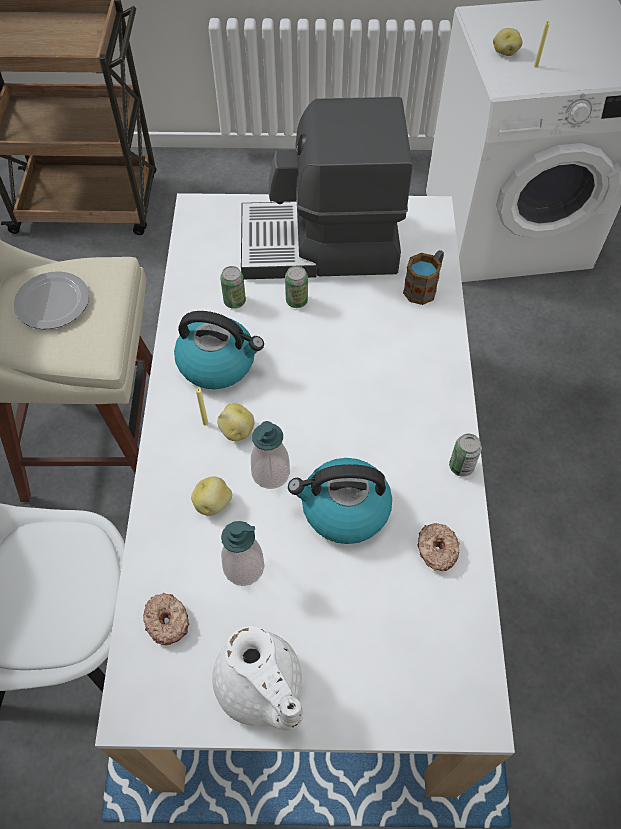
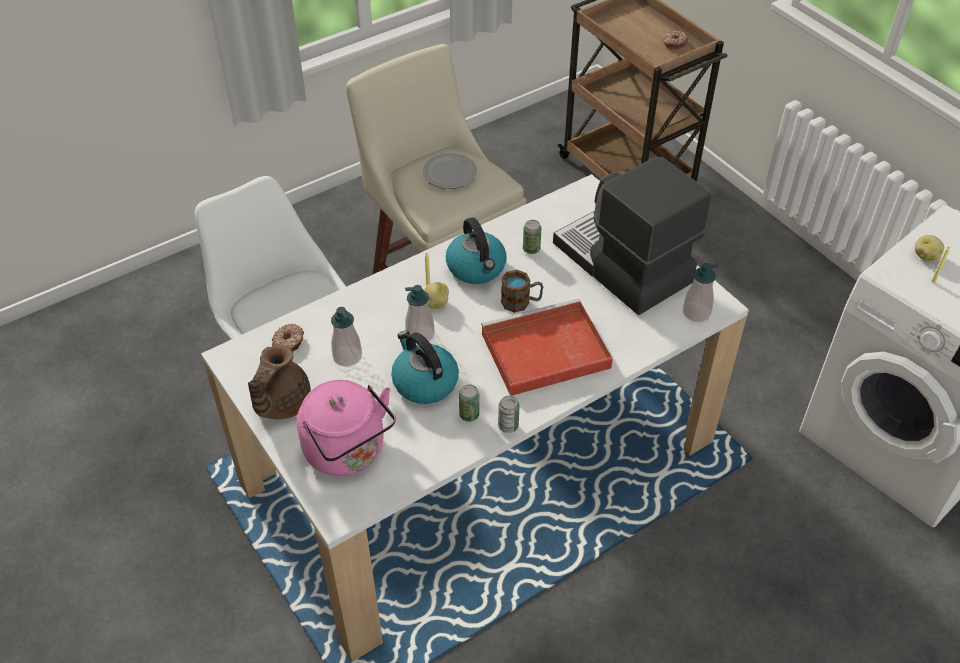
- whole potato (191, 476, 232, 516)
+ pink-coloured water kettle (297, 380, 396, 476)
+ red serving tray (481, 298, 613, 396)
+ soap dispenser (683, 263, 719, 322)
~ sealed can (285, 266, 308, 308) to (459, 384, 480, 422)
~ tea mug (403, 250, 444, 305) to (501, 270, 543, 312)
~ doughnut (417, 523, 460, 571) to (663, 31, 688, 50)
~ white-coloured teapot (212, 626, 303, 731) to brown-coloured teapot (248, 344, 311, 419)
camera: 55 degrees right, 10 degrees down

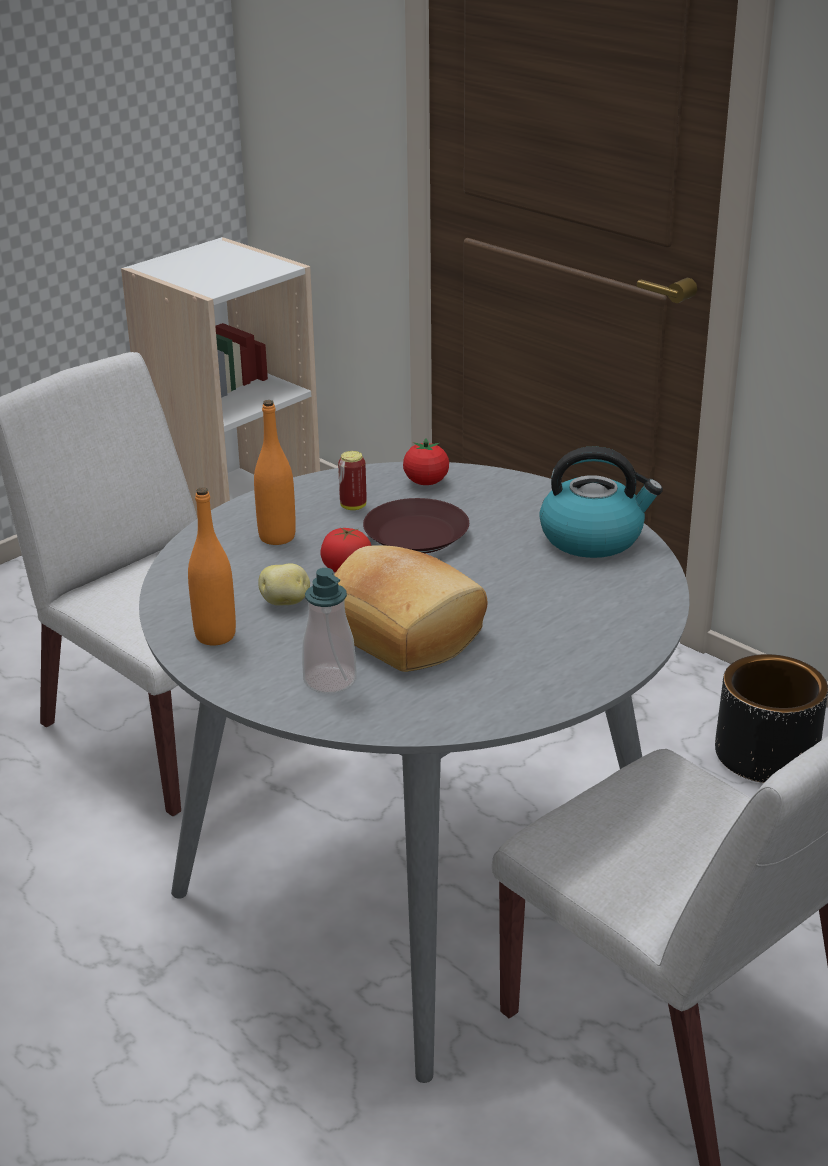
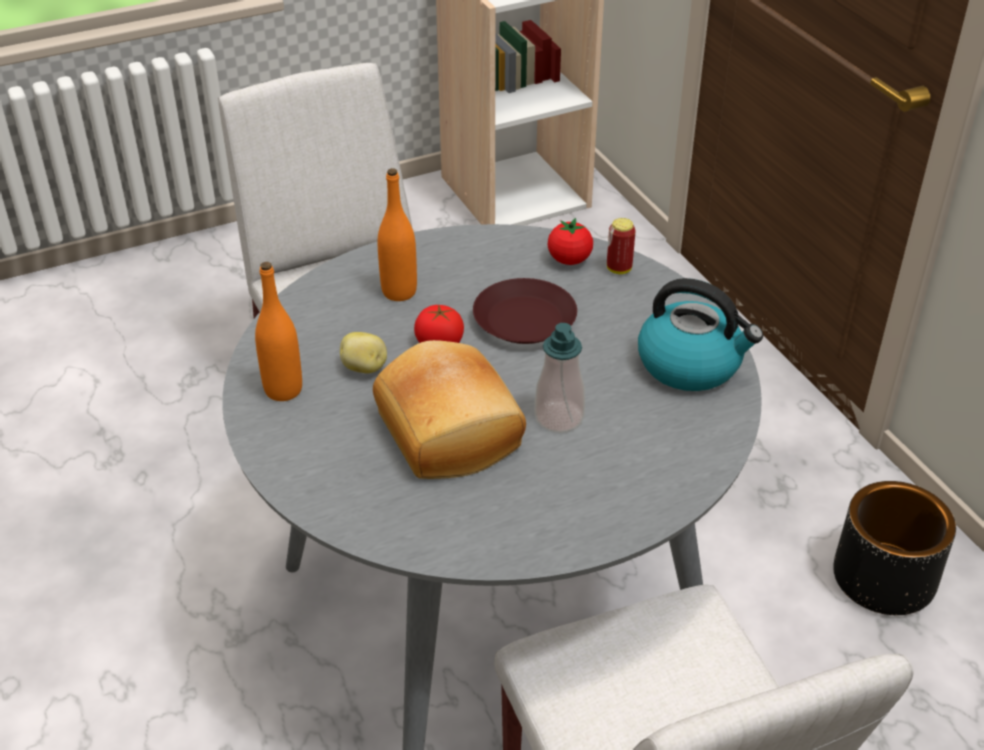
~ soap dispenser (302, 568, 357, 694) to (534, 323, 585, 433)
~ sealed can (338, 451, 367, 510) to (607, 218, 636, 274)
camera: 20 degrees right, 10 degrees up

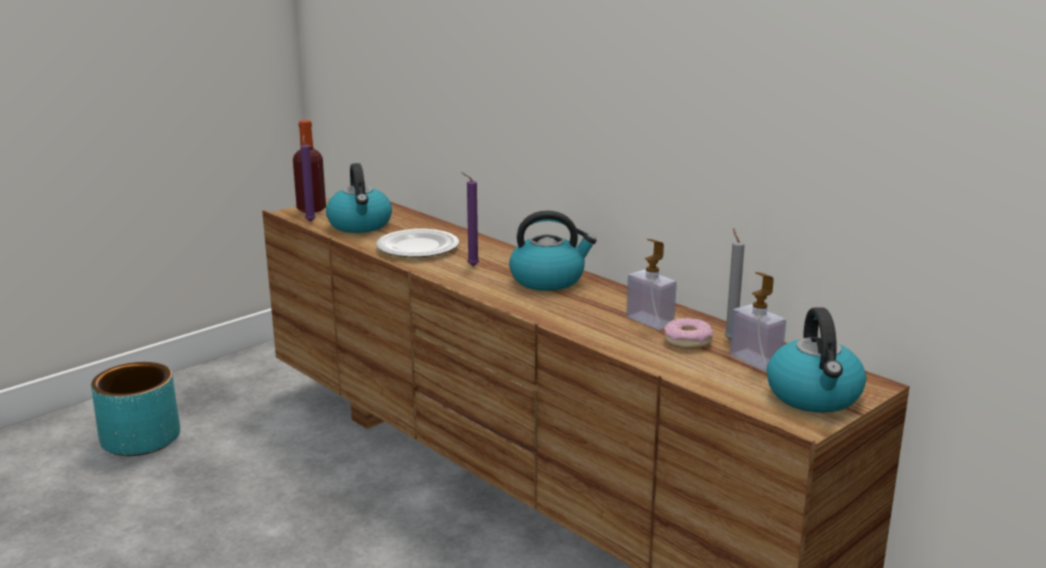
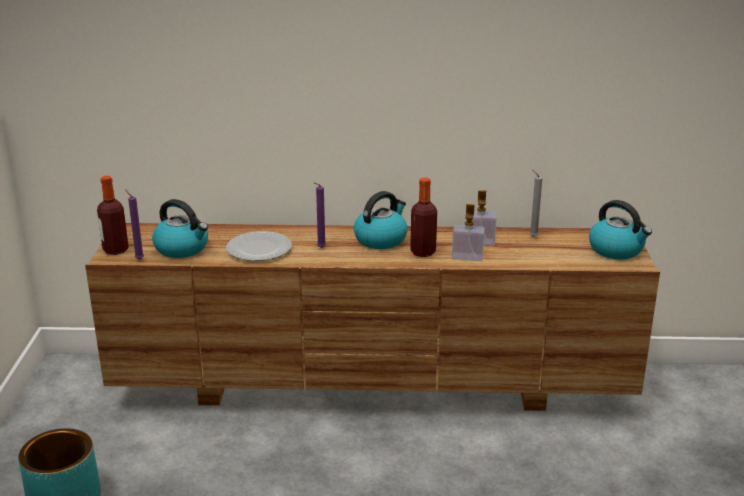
- doughnut (663, 318, 713, 349)
+ beverage bottle (410, 177, 437, 257)
~ soap dispenser (730, 272, 786, 371) to (452, 204, 485, 261)
camera: 45 degrees left, 5 degrees up

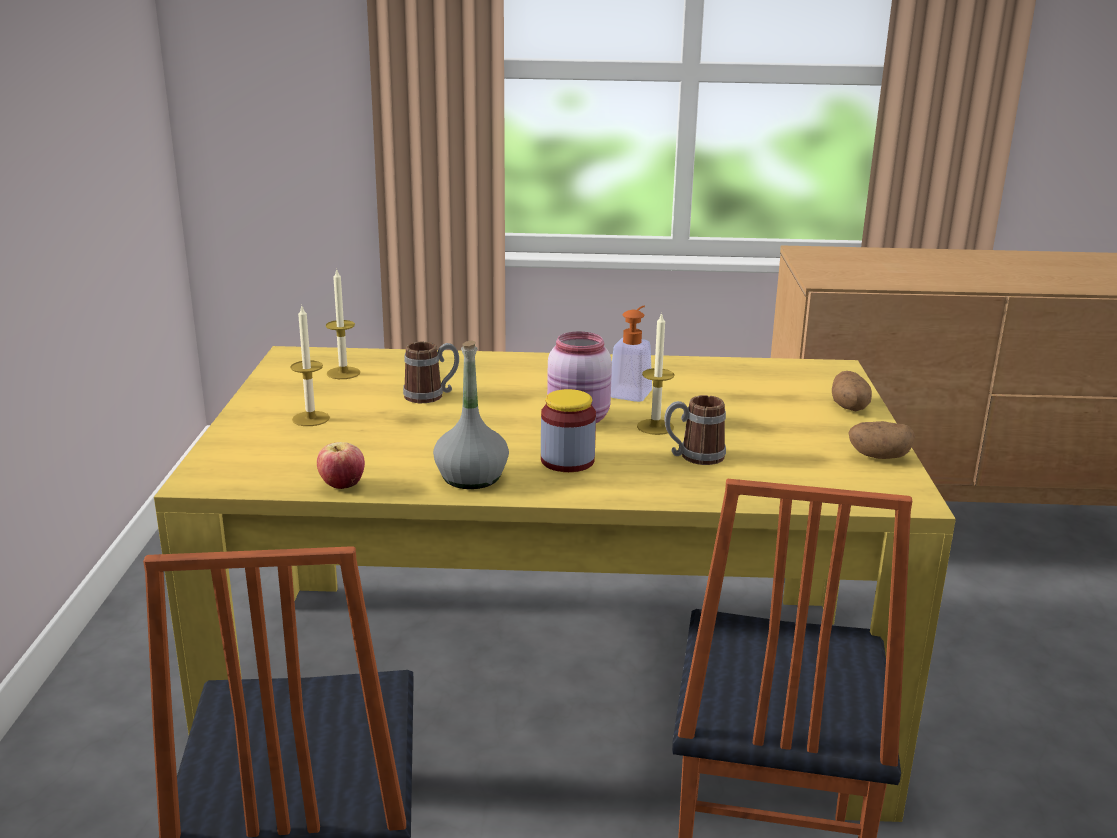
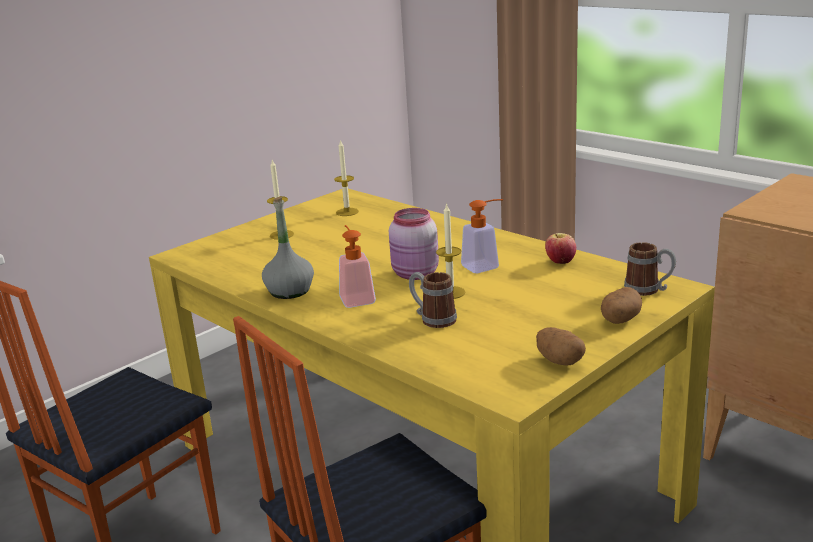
~ whole apple (317, 442, 365, 489) to (545, 233, 576, 264)
~ tea mug (403, 342, 459, 403) to (624, 242, 676, 296)
~ storage jar (541, 389, 596, 472) to soap dispenser (339, 225, 376, 308)
camera: 45 degrees right, 0 degrees up

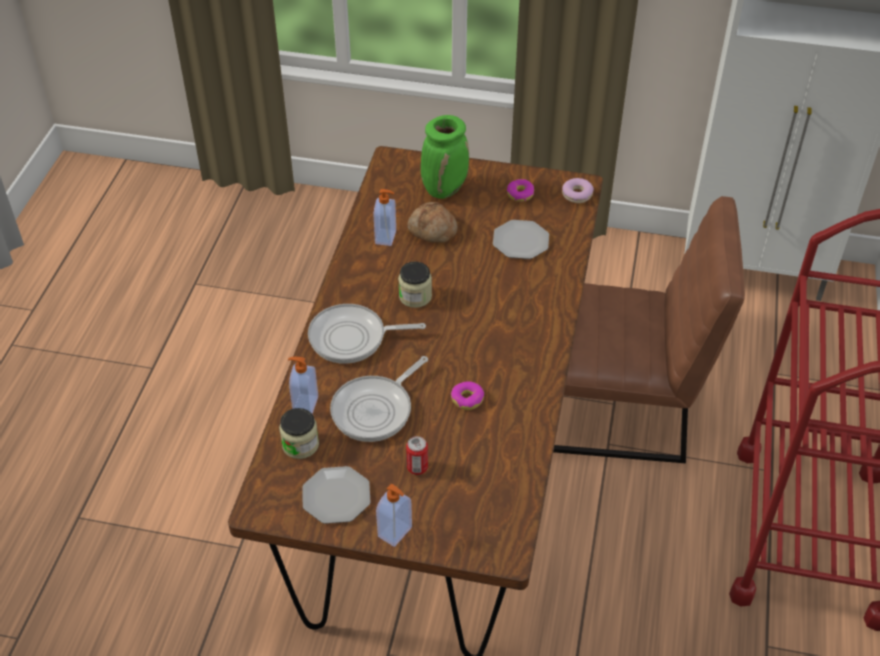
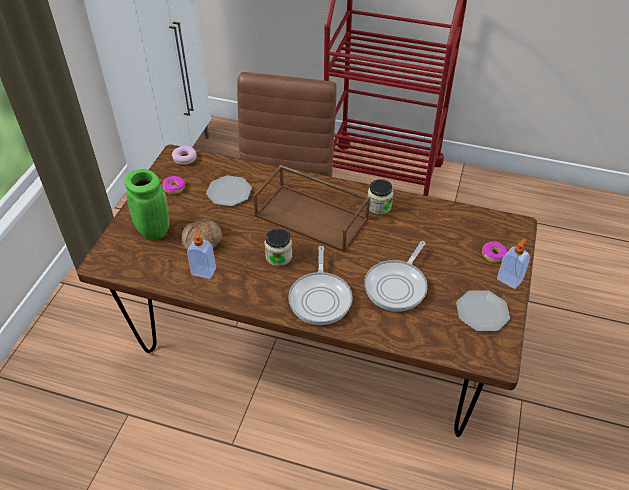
- soap dispenser (288, 357, 318, 414)
- sealed can (406, 436, 428, 475)
+ brown-coloured serving tray (253, 165, 370, 252)
~ storage jar (279, 408, 319, 459) to (368, 179, 394, 215)
~ doughnut (451, 381, 484, 410) to (482, 241, 507, 263)
~ pan (330, 356, 428, 442) = (364, 241, 428, 312) 75 degrees clockwise
camera: 85 degrees left, 0 degrees up

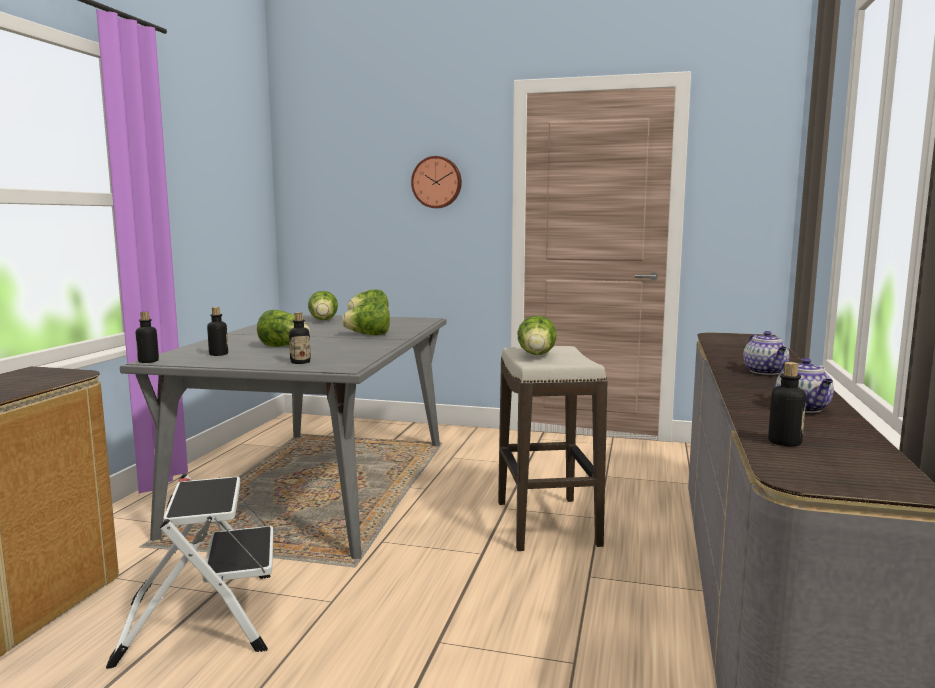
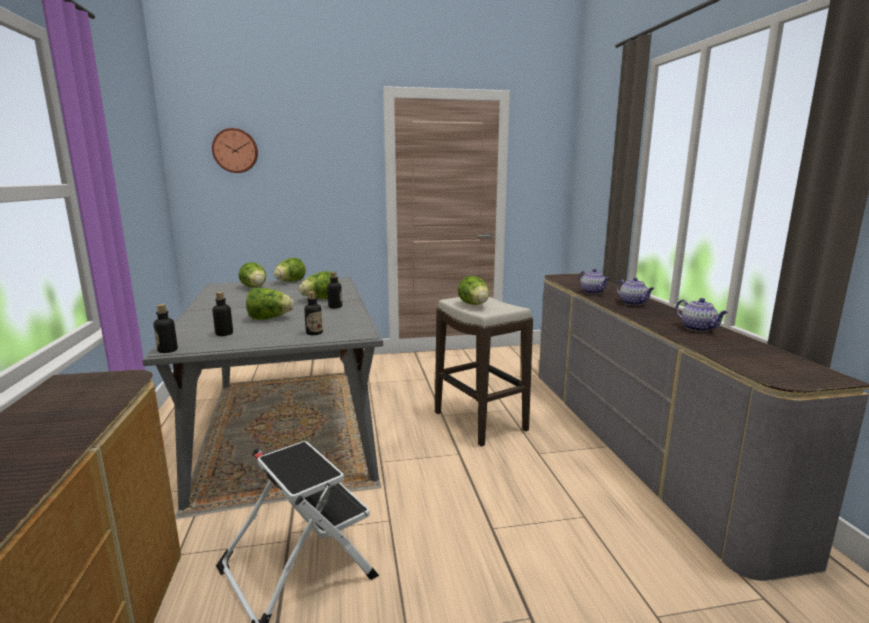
+ teapot (579, 269, 610, 294)
~ clock on the wall (411, 156, 462, 208) to (212, 128, 258, 173)
~ beverage bottle (768, 362, 806, 447) to (327, 272, 342, 308)
camera: 25 degrees left, 5 degrees up

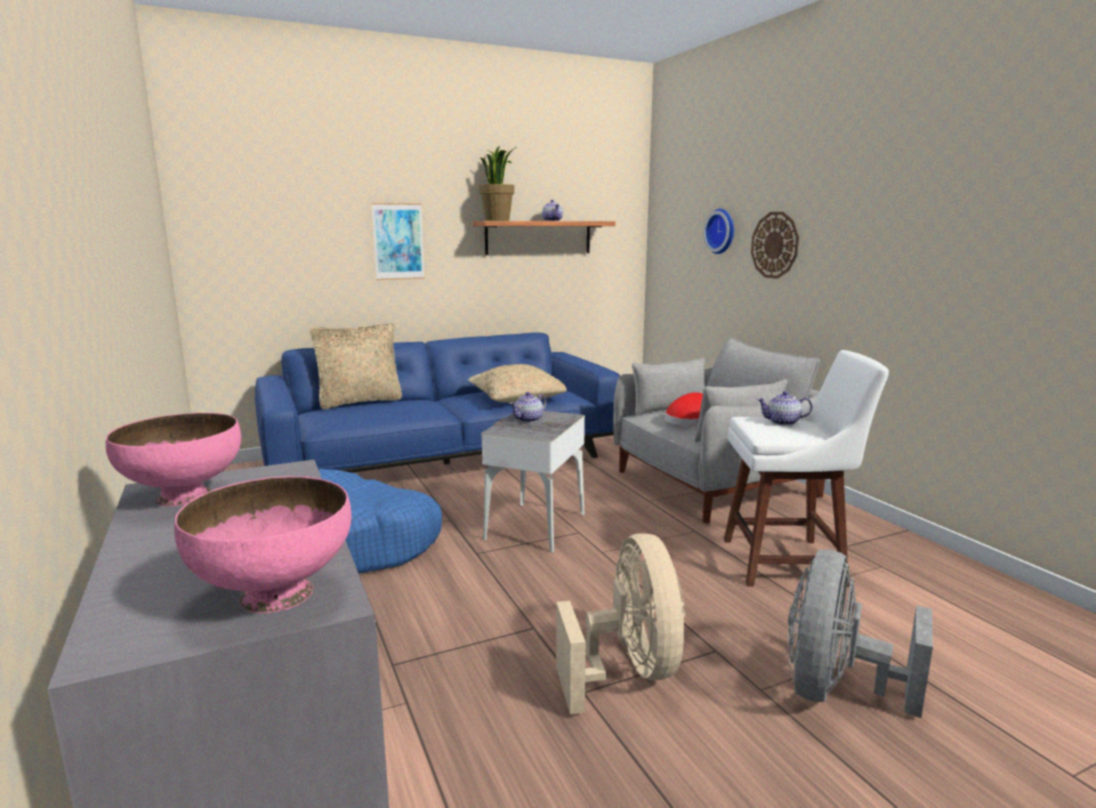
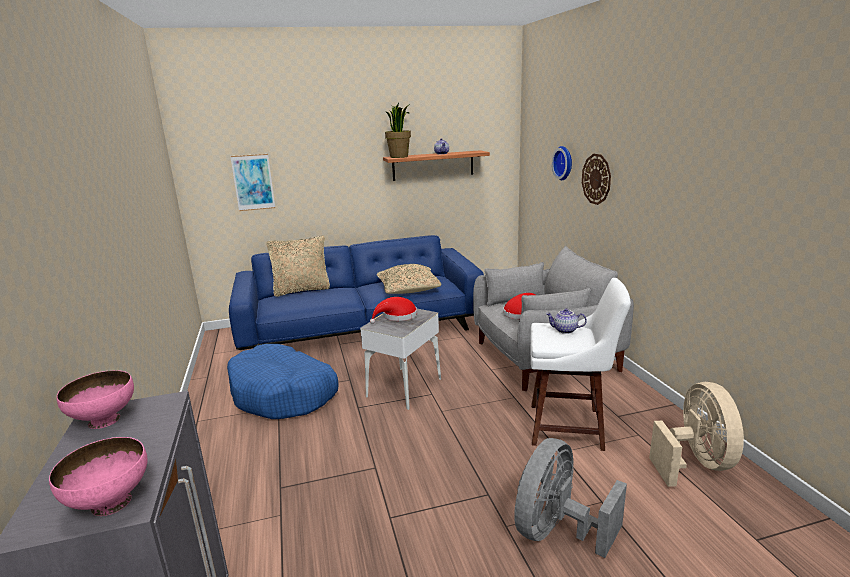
~ wall picture (372, 203, 425, 280) to (230, 154, 275, 211)
~ beige electric fan (556, 533, 685, 714) to (649, 382, 744, 487)
~ teapot (509, 392, 547, 423) to red clothing hat (370, 297, 417, 324)
camera: 10 degrees right, 5 degrees up

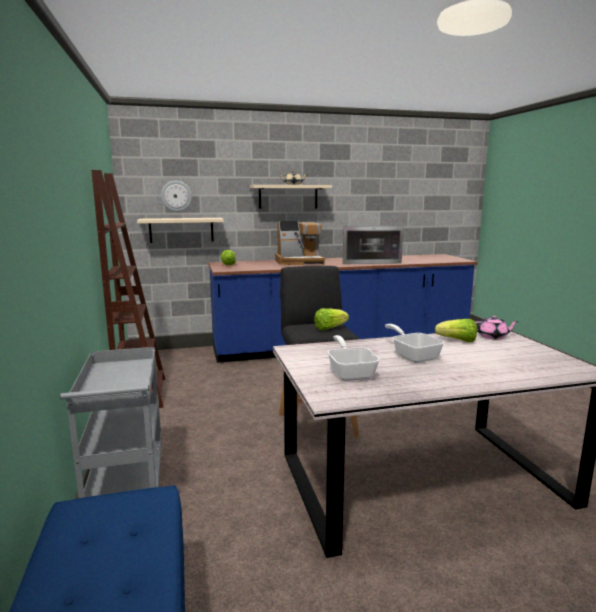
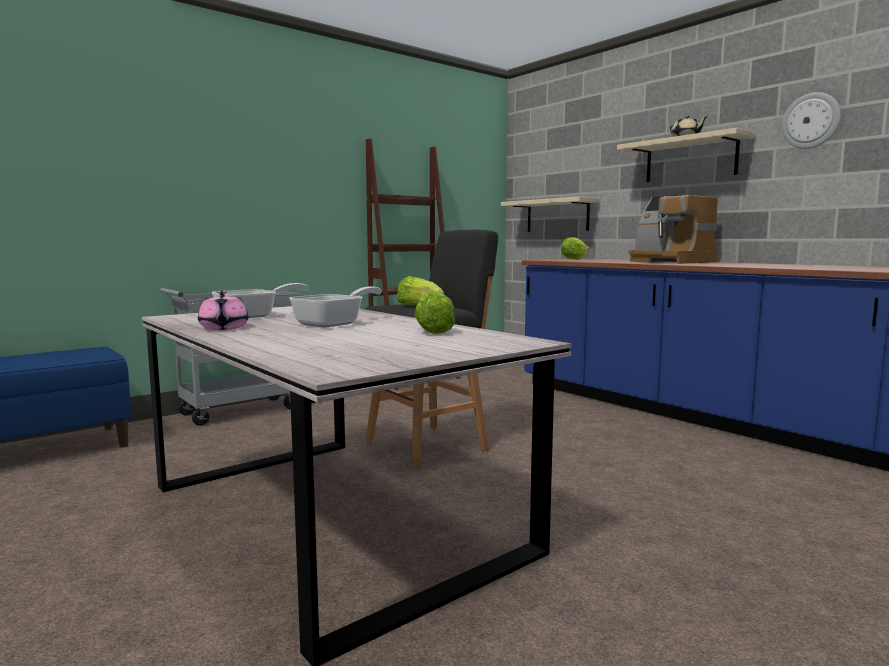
- kitchen microwave (343, 225, 404, 264)
~ clock on the wall (161, 181, 192, 212) to (782, 92, 841, 149)
~ pink-coloured teapot (475, 316, 519, 340) to (198, 291, 249, 330)
camera: 65 degrees right, 5 degrees down

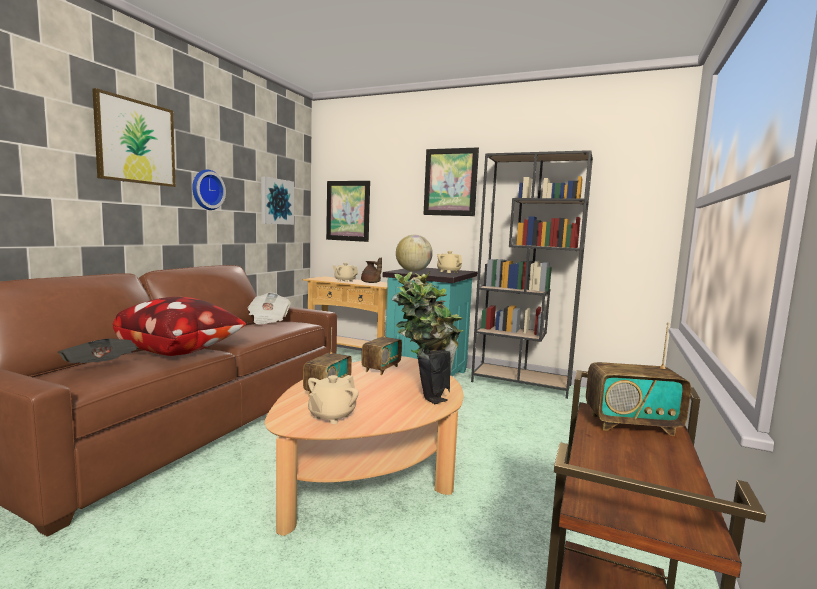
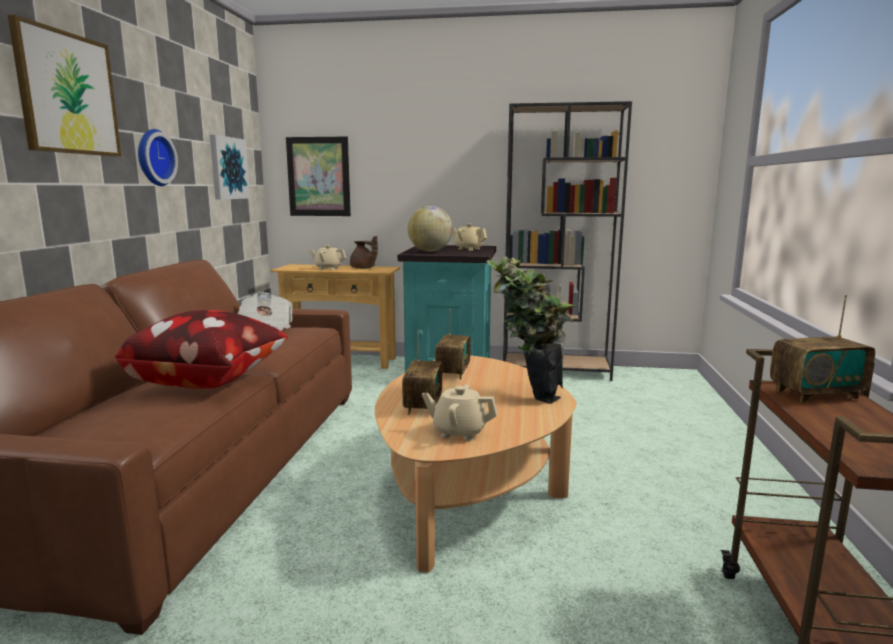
- newspaper (57, 338, 138, 363)
- wall picture (423, 147, 479, 216)
~ beige teapot (308, 375, 359, 424) = (422, 384, 498, 441) 90 degrees clockwise
camera: 15 degrees left, 5 degrees up

